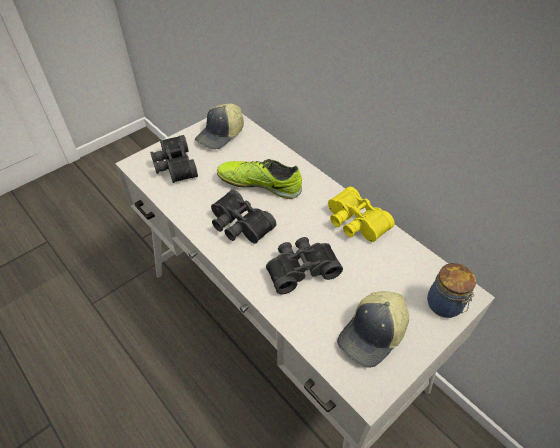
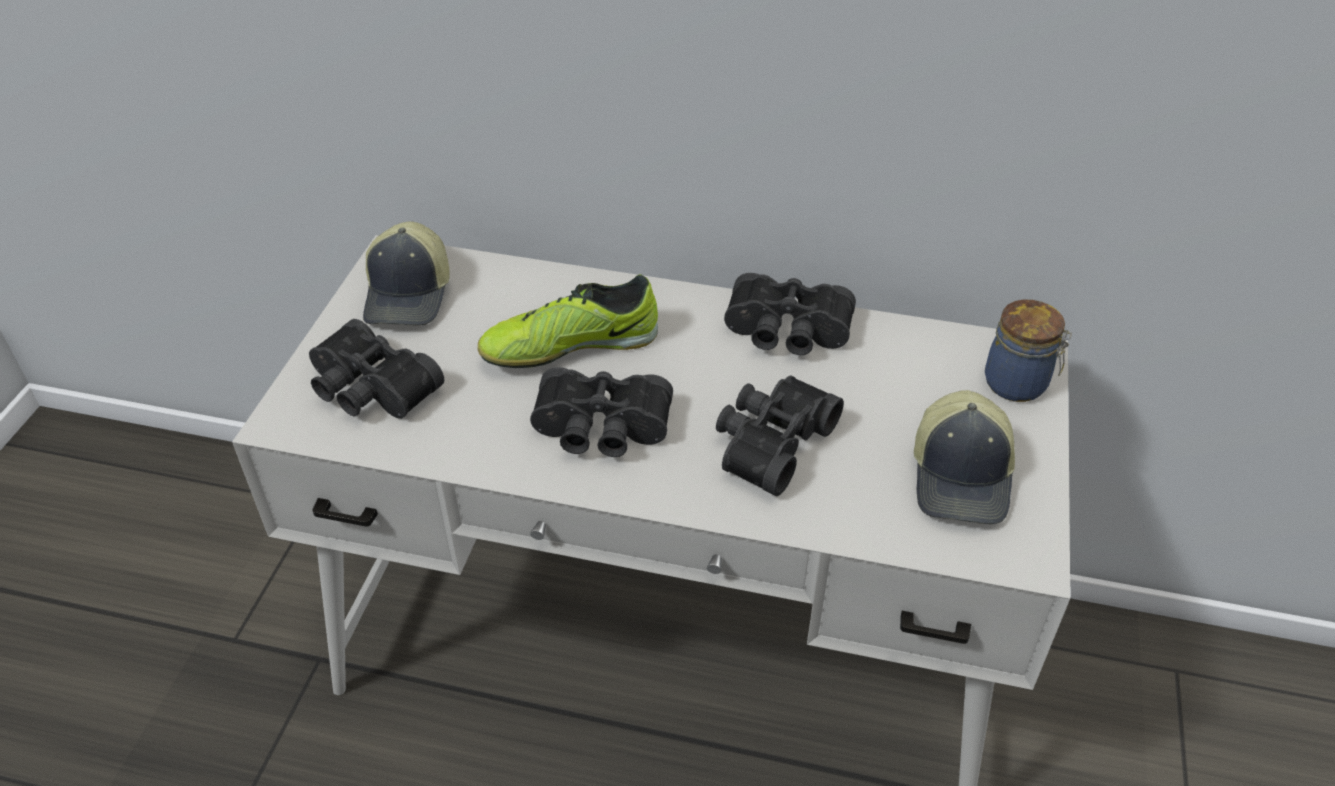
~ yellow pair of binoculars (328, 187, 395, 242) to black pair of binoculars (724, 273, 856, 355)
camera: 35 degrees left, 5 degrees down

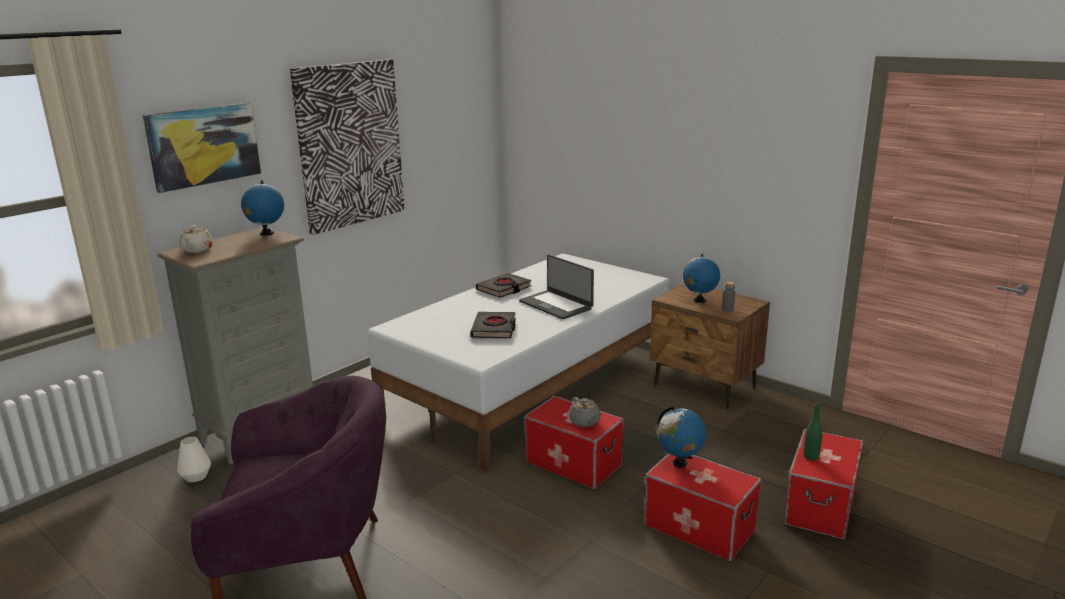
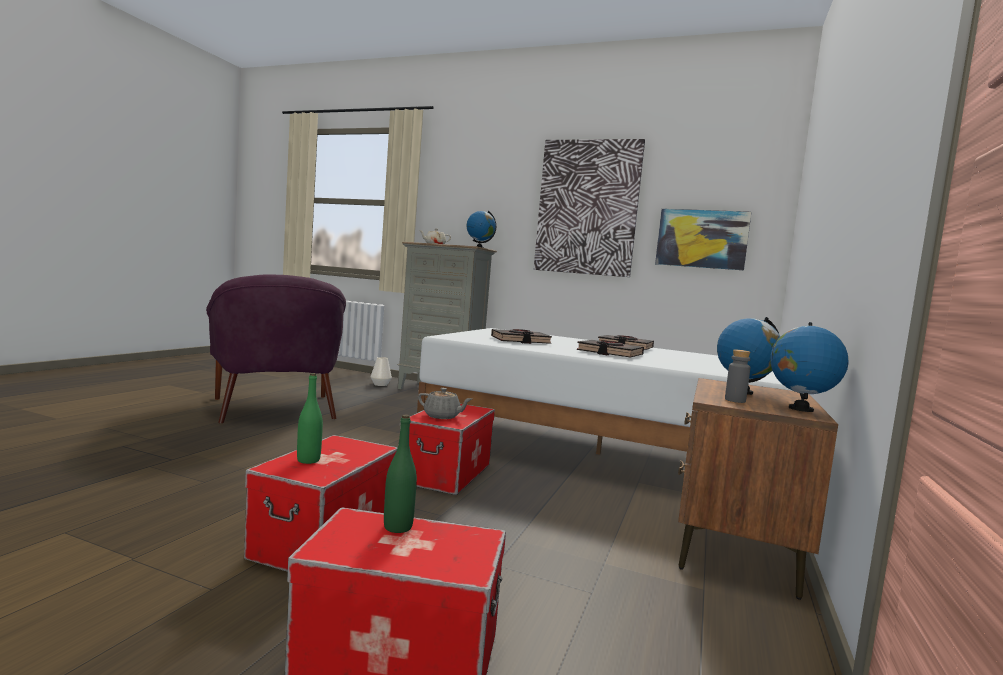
+ green beverage bottle (297, 373, 323, 464)
~ wall picture (143, 103, 261, 193) to (655, 209, 752, 270)
~ world globe (657, 406, 706, 468) to (770, 322, 849, 412)
~ portable computer (519, 255, 594, 319) to black book (577, 340, 644, 357)
~ greyish teapot (568, 397, 601, 427) = (418, 388, 472, 419) 120 degrees counterclockwise
camera: 70 degrees right, 15 degrees down

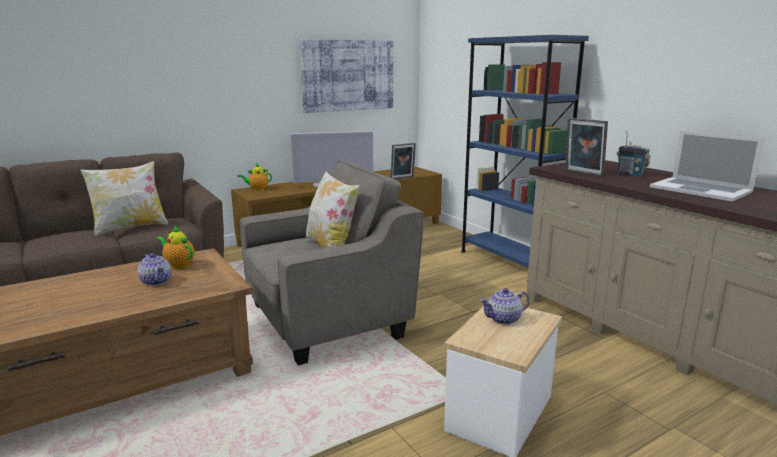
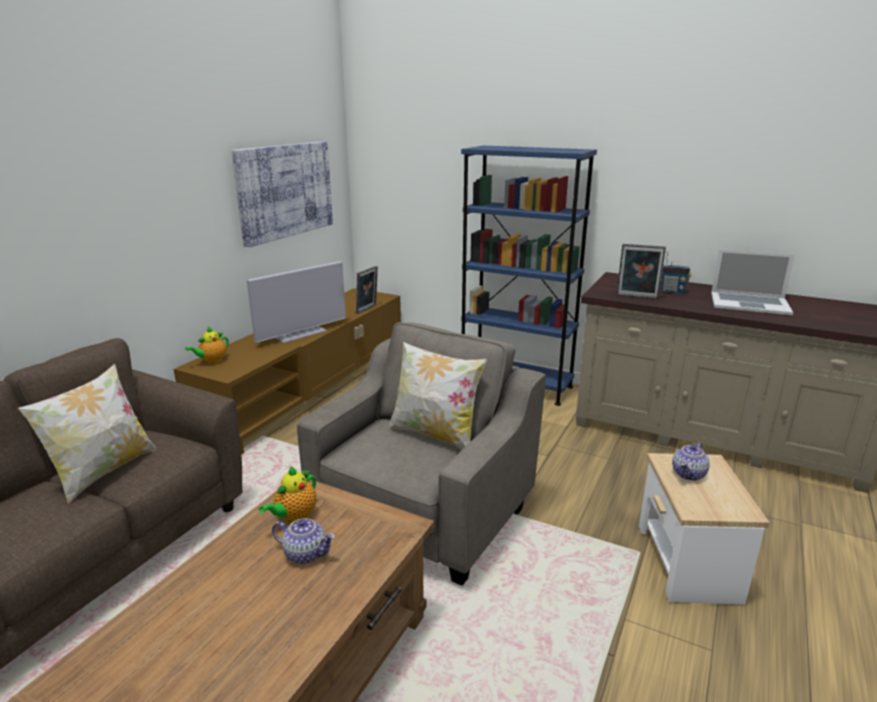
~ teapot (156, 226, 195, 269) = (259, 467, 316, 523) 60 degrees counterclockwise
camera: 30 degrees left, 5 degrees up

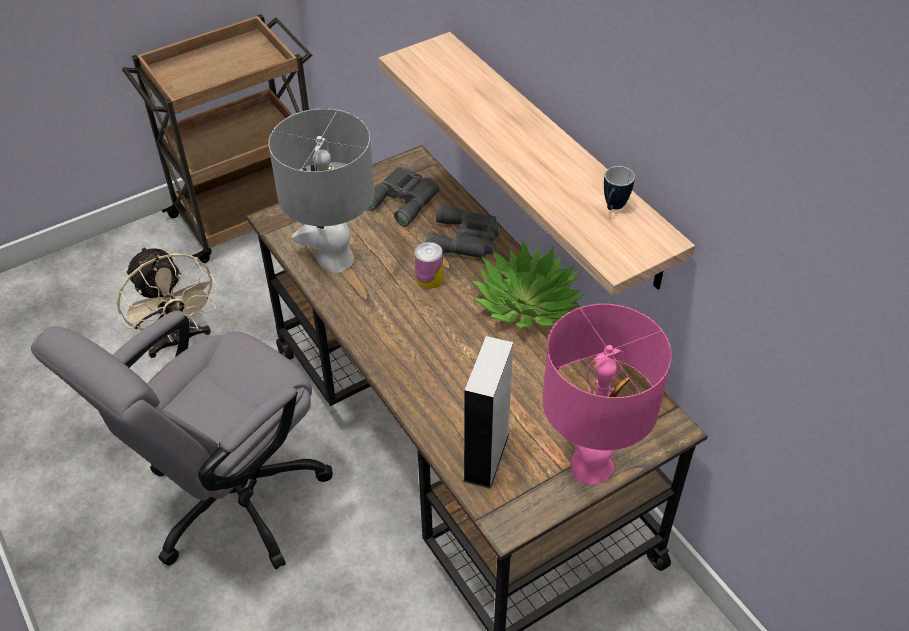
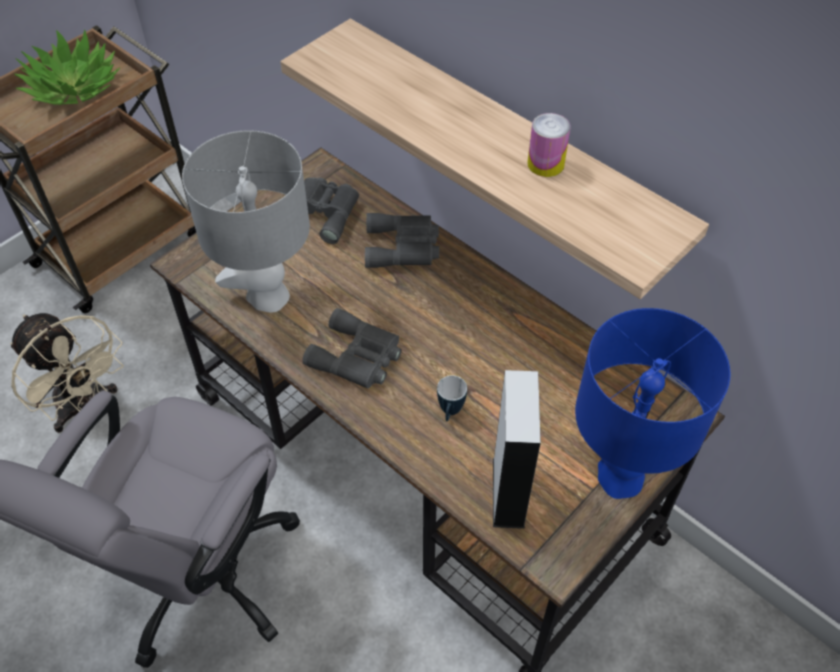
+ greyish pair of binoculars (302, 308, 402, 389)
~ sealed can (415, 242, 443, 289) to (527, 113, 571, 177)
~ plant in a pot (471, 239, 585, 328) to (14, 30, 120, 105)
~ tea mug (604, 166, 635, 210) to (437, 375, 467, 421)
~ pink-coloured lamp for a table (542, 304, 672, 484) to bluish lamp for a table (575, 308, 730, 499)
camera: 15 degrees left, 5 degrees up

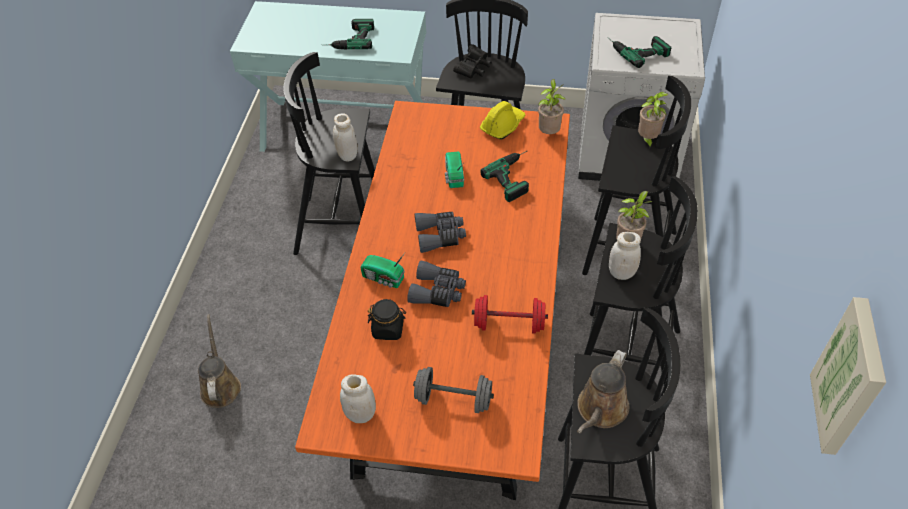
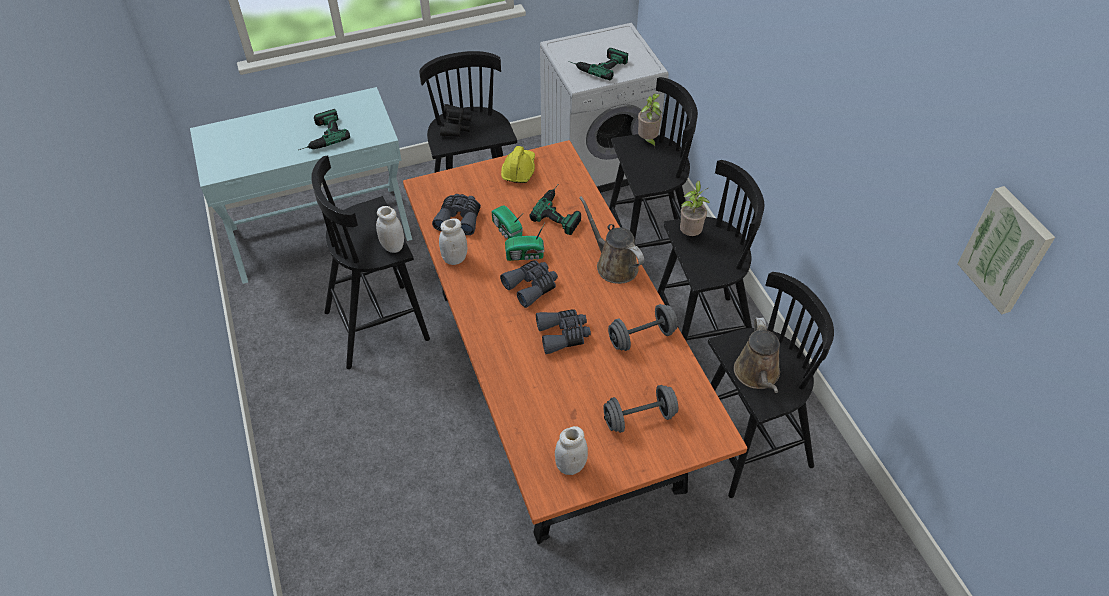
- black storage jar (368, 299, 406, 340)
- plant in a pot (538, 79, 566, 134)
+ greyish pair of binoculars (432, 194, 481, 235)
~ brown-coloured watering pot (198, 314, 241, 408) to (579, 196, 644, 284)
~ radio set (361, 253, 405, 288) to (505, 223, 545, 261)
~ white-coloured storage jar (609, 232, 641, 280) to (439, 218, 468, 265)
~ red free weight (472, 295, 548, 334) to greyish free weight (608, 304, 678, 351)
camera: 30 degrees left, 0 degrees up

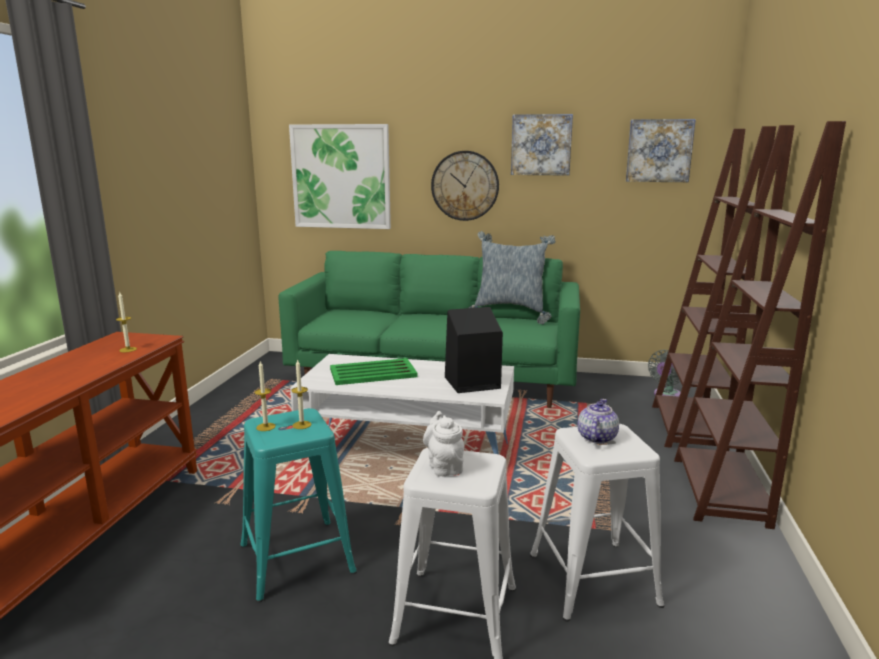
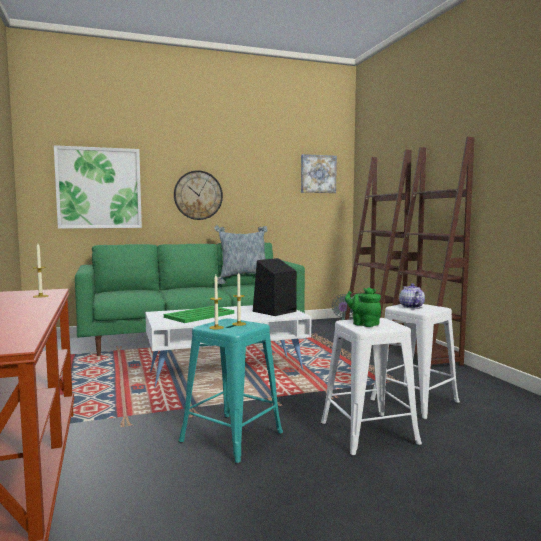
- wall picture (511, 114, 573, 176)
~ white-coloured teapot (423, 411, 464, 476) to green teapot (345, 288, 381, 327)
camera: 30 degrees left, 10 degrees down

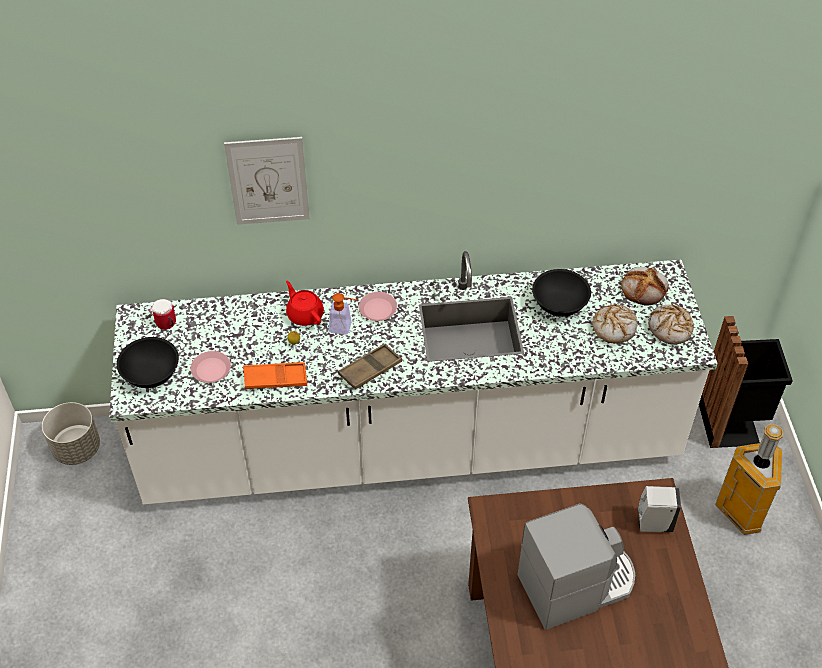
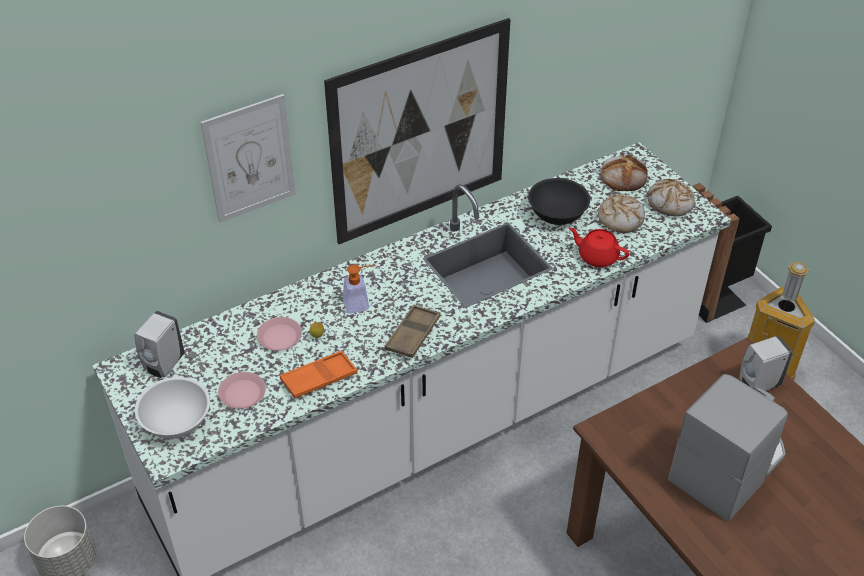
+ wall picture (324, 18, 511, 244)
~ red teapot (286, 281, 324, 326) to (569, 227, 630, 267)
~ pink-coloured dinner plate (359, 292, 397, 321) to (257, 317, 302, 351)
~ tea mug (150, 299, 176, 329) to white-coloured soap dispenser (134, 311, 185, 378)
~ black deep dish (117, 337, 179, 388) to white-coloured deep dish (135, 377, 210, 439)
camera: 25 degrees left, 5 degrees down

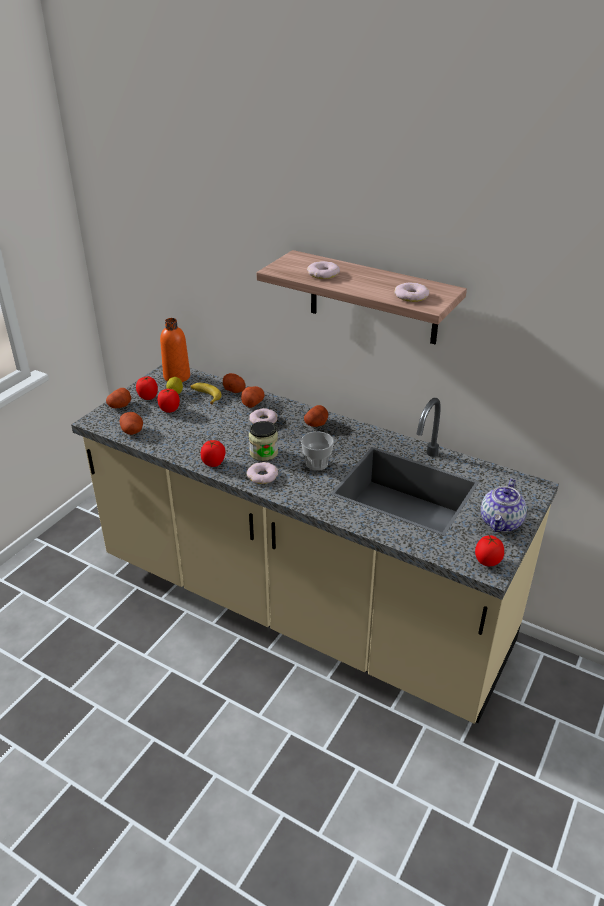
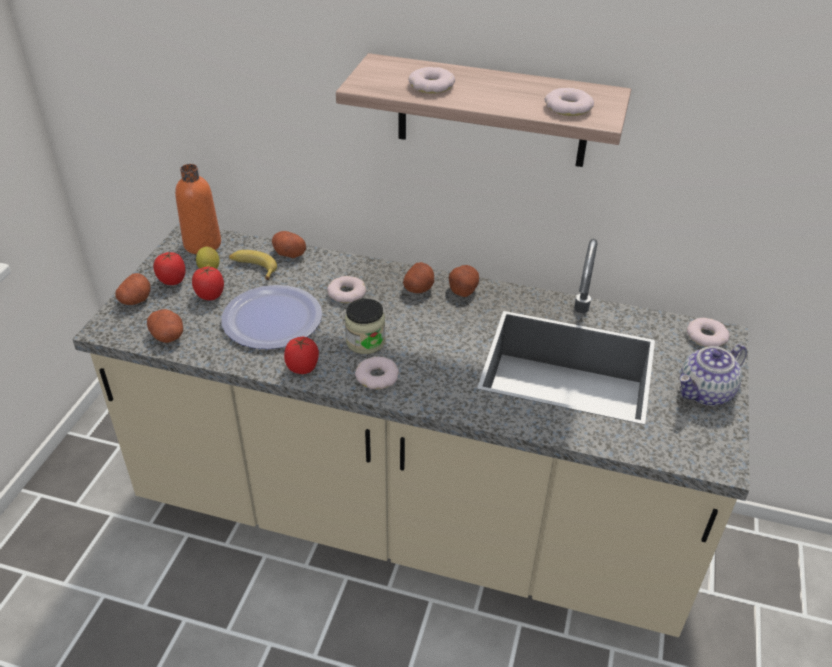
- small cup (301, 432, 334, 471)
- whole tomato (475, 535, 504, 566)
+ dinner plate (221, 285, 322, 349)
+ doughnut (687, 318, 730, 347)
~ whole potato (241, 386, 265, 408) to (449, 265, 479, 297)
~ teapot (481, 479, 527, 532) = (680, 344, 747, 406) 45 degrees clockwise
camera: 15 degrees left, 5 degrees up

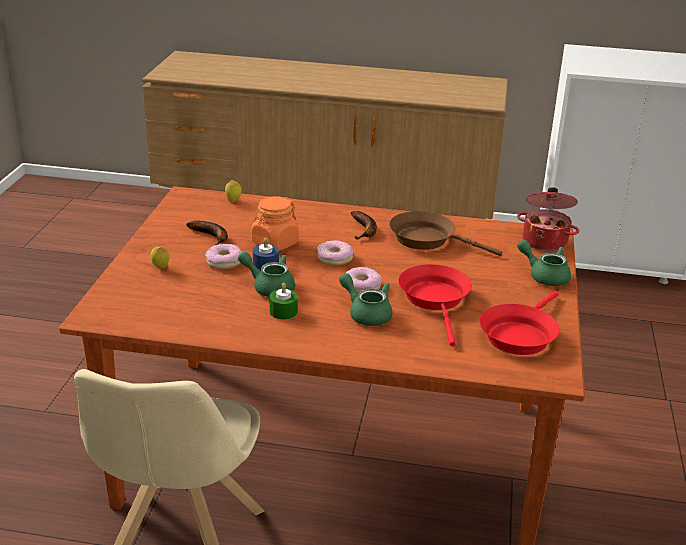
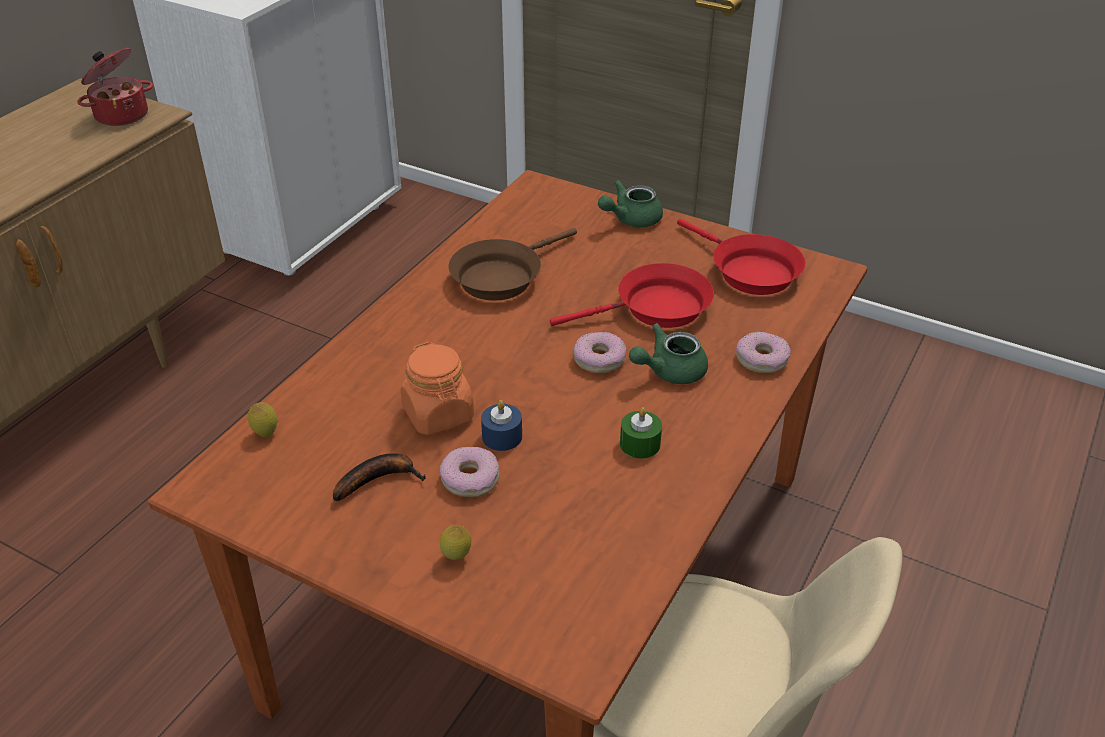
- green teapot (238, 252, 295, 297)
- banana (351, 211, 377, 239)
~ doughnut (317, 240, 354, 266) to (736, 332, 791, 373)
~ cooking pot (517, 187, 579, 251) to (77, 48, 153, 126)
~ red pan (398, 264, 472, 346) = (550, 263, 714, 328) 150 degrees clockwise
camera: 70 degrees left, 10 degrees up

